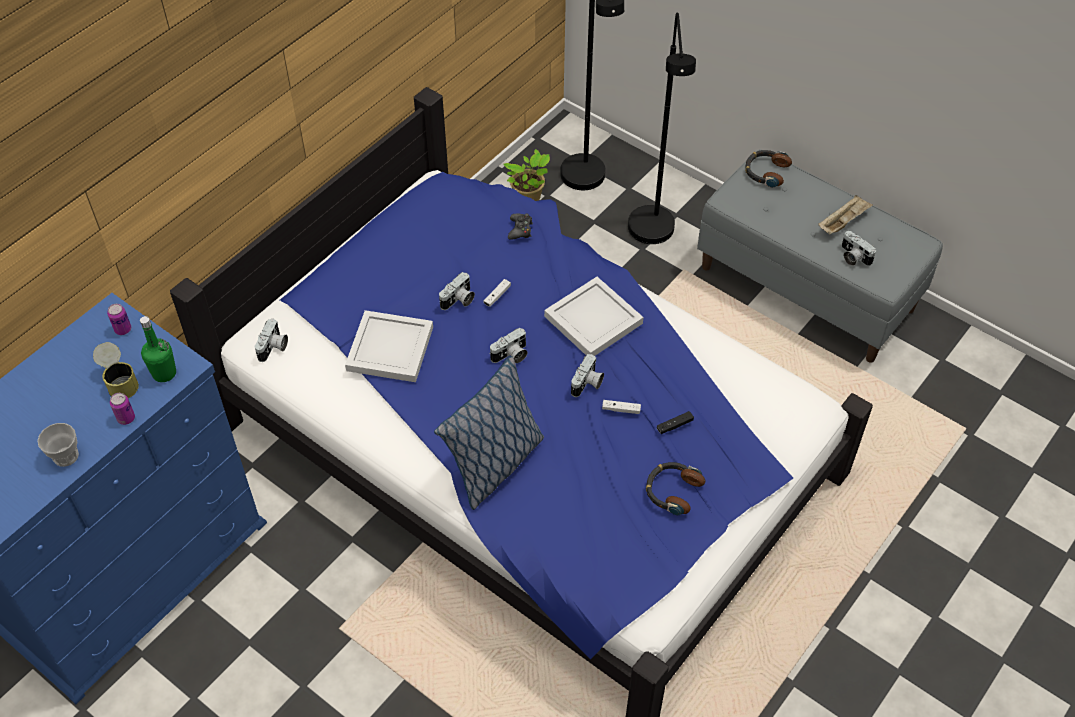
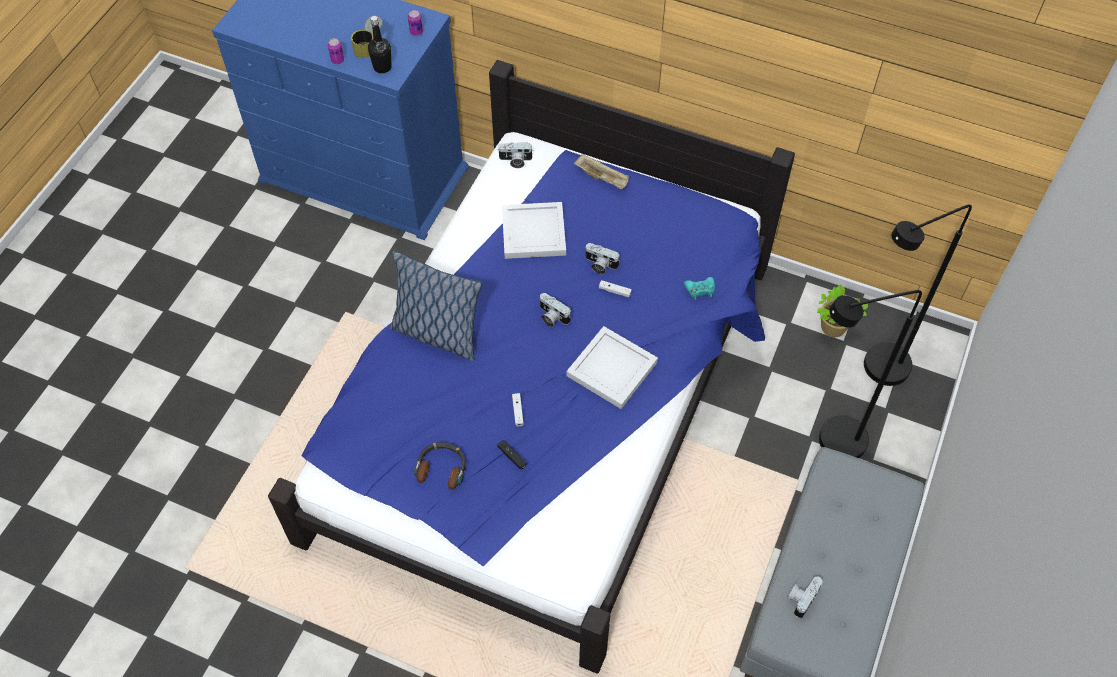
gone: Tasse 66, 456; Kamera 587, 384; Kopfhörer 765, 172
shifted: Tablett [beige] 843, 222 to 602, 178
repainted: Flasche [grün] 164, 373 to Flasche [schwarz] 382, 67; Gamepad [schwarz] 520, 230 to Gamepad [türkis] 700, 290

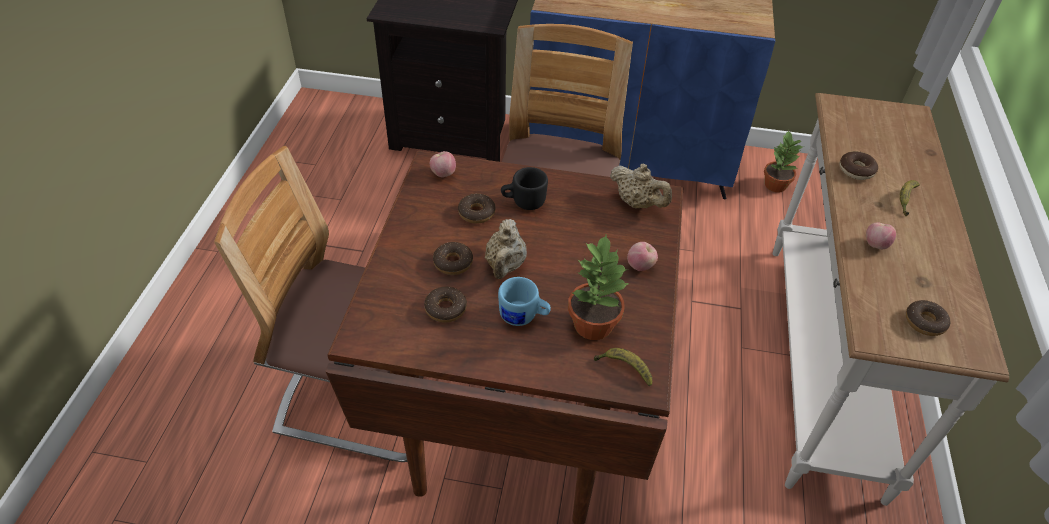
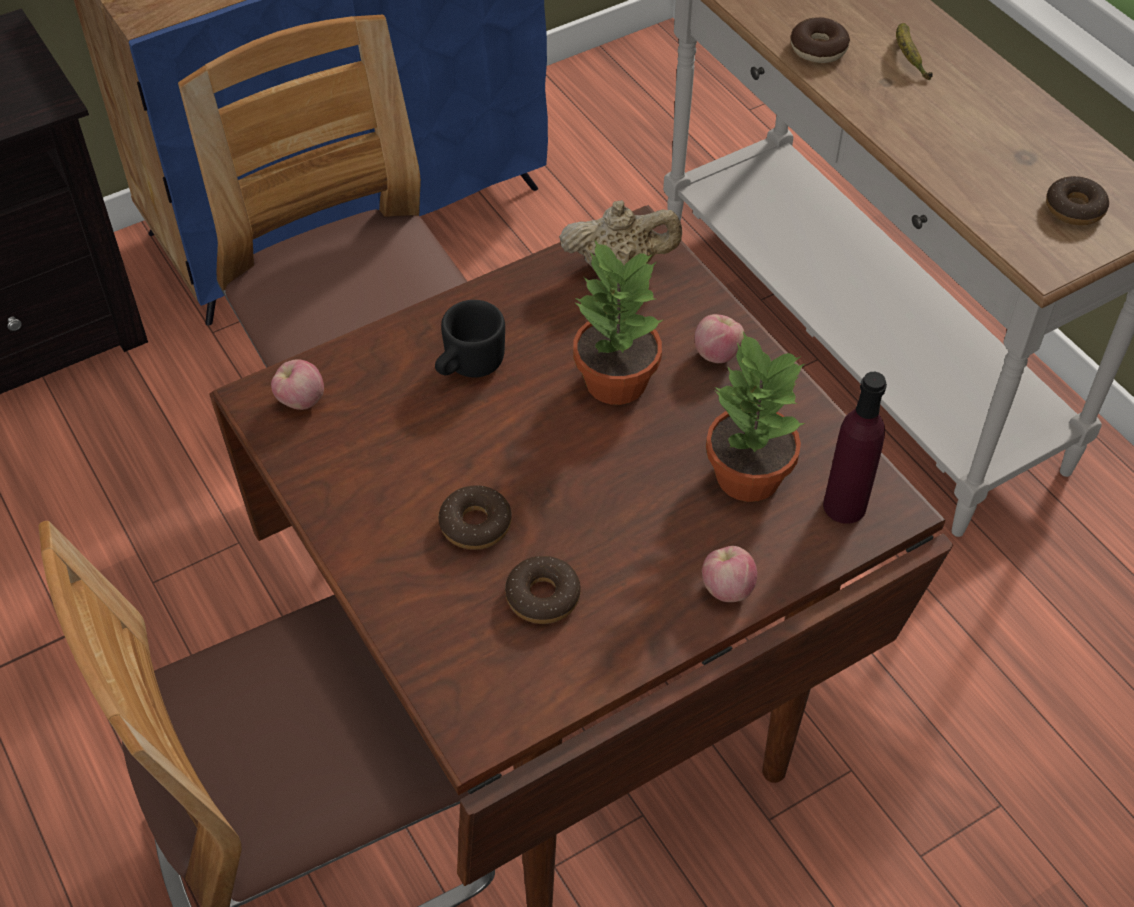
gone: Donut 476, 213; Teekanne [beige] 505, 266; Henkelbecher [blau] 523, 317
shifted: Topfpflanze 775, 185 to 614, 381; Apfel 875, 244 to 726, 588
swapped: Banane 624, 369 to Flasche [lila] 844, 506

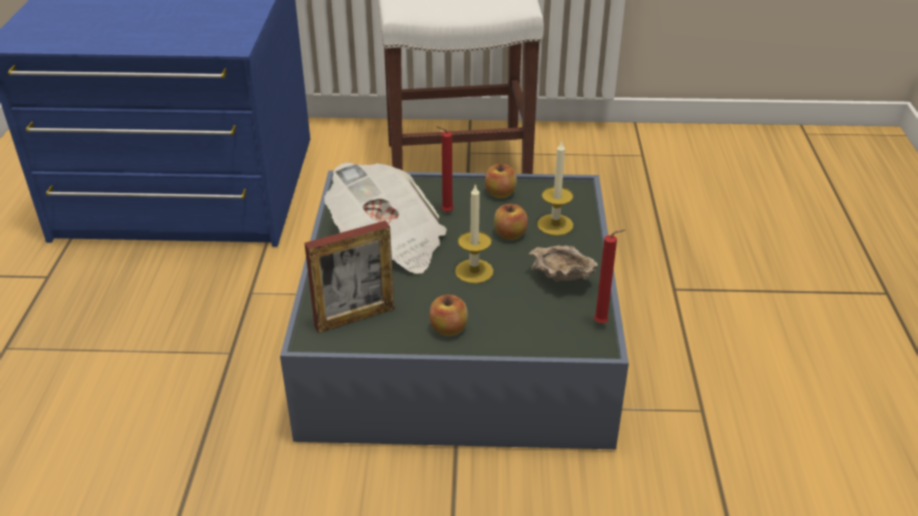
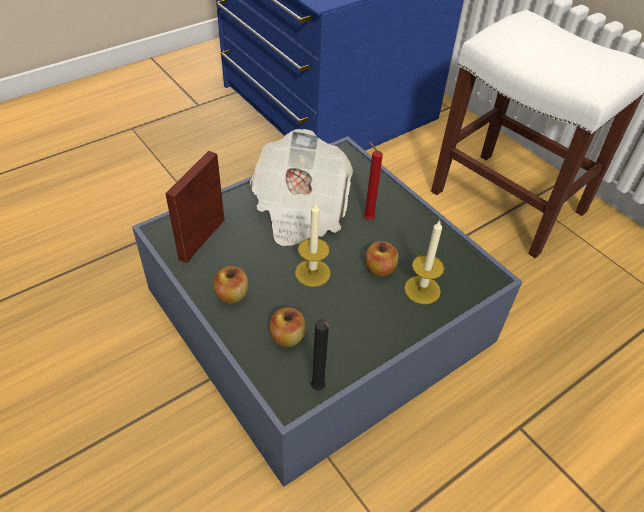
gone: Schüssel [beige] 561, 280
shifted: Apfel 500, 193 to 287, 337
repainted: Kerze [rot] 603, 323 to Kerze [schwarz] 318, 389
rotated: Bilderrahmen 355, 317 = 202, 239 90 degrees clockwise

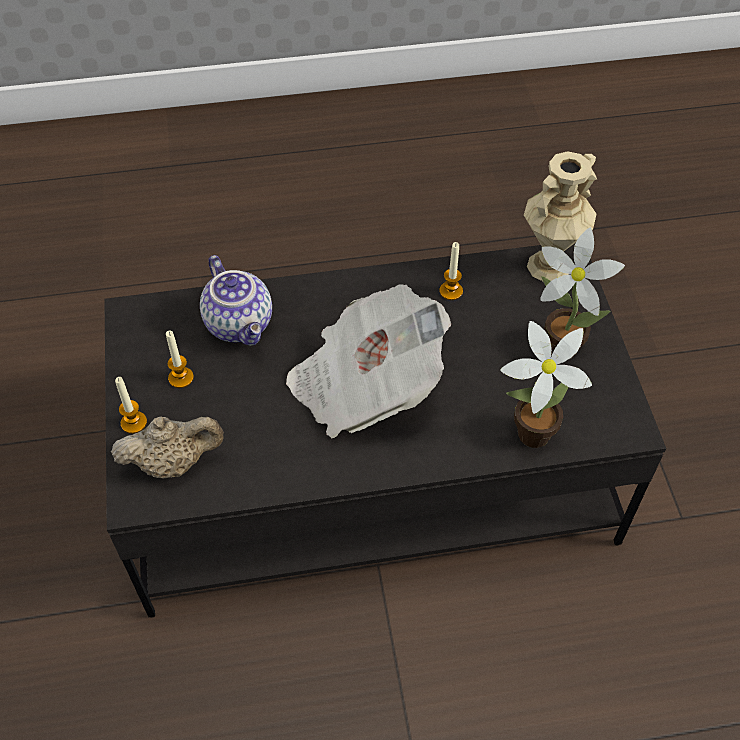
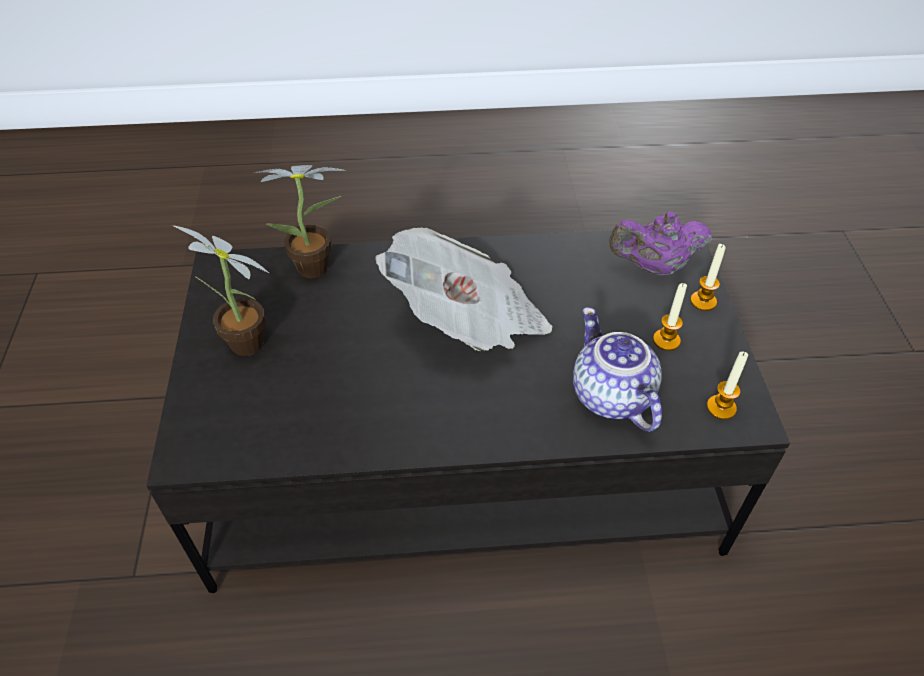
gone: Vase [beige] 549, 266
shifted: Kerze 451, 291 to 721, 407
repainted: Teekanne [beige] 173, 462 to Teekanne [lila] 654, 267

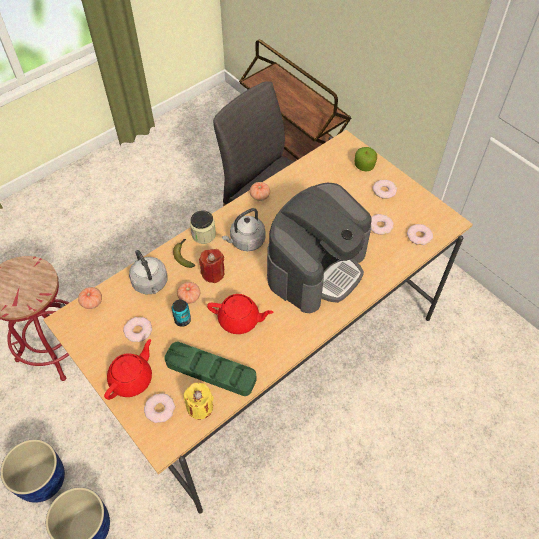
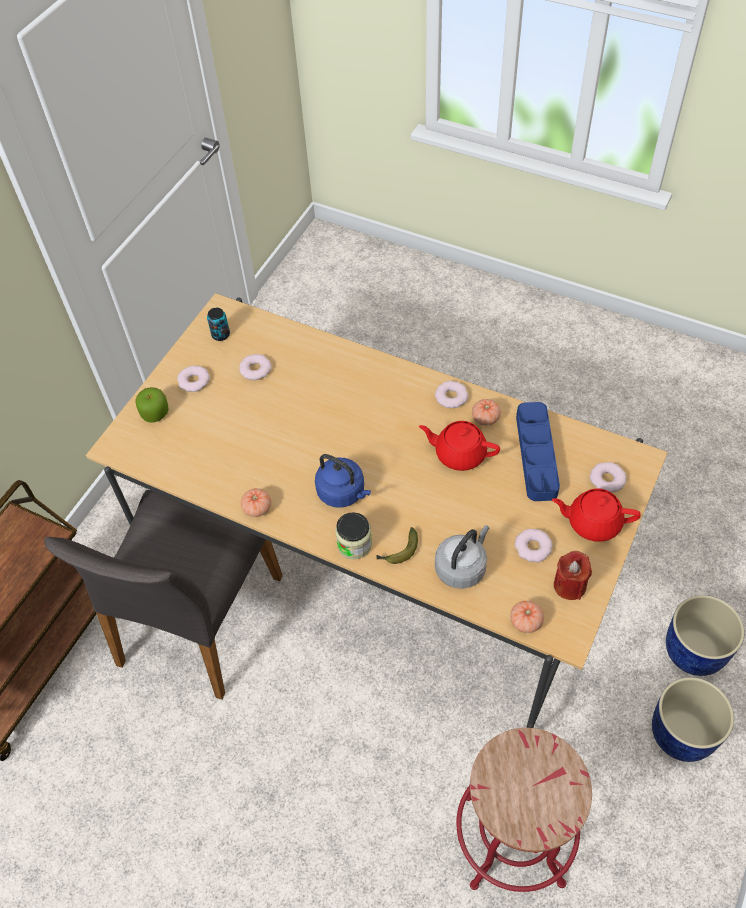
gone: Kerze [gelb] 200, 407; Kaffeemaschine 316, 267
shifted: Dose 182, 320 to 221, 335; Donut 419, 236 to 451, 397; Tomate 189, 297 to 485, 418; Kerze [rot] 213, 273 to 569, 585
repainted: Wasserkessel [grau] 246, 241 to Wasserkessel [blau] 343, 493; Tablett [grün] 210, 371 to Tablett [blau] 536, 454
rotated: Teekanne [rot] 239, 320 = 459, 454 60 degrees counterclockwise

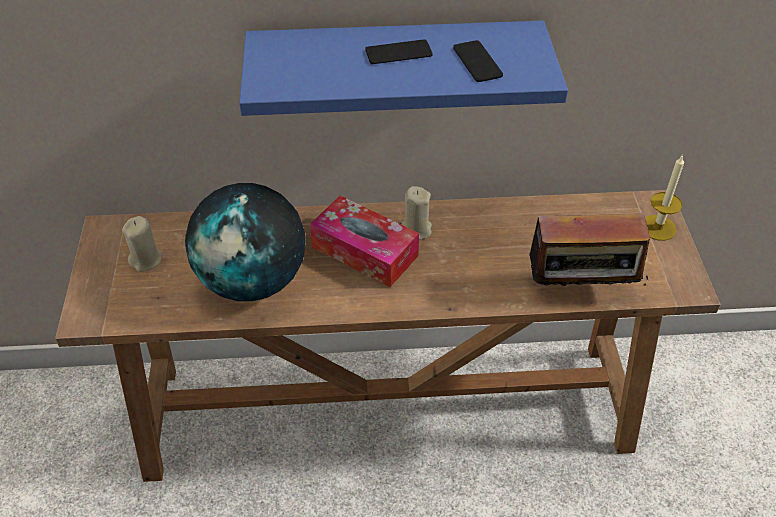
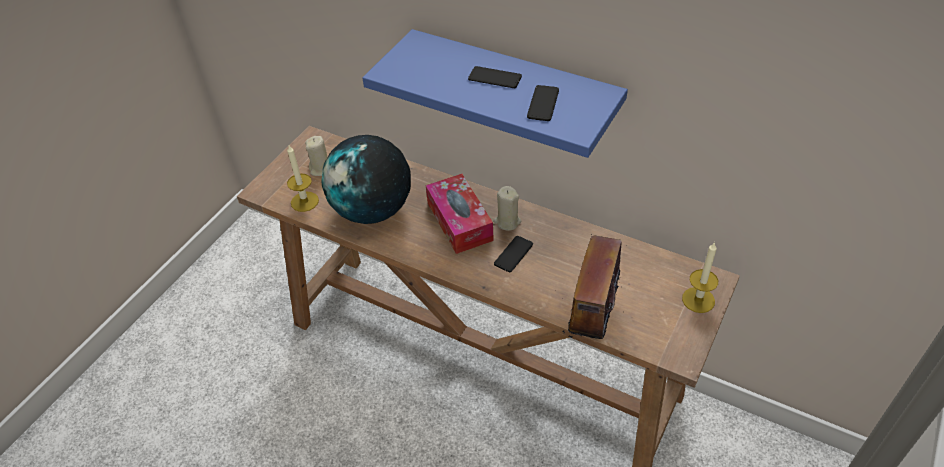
new: Kerze 304, 201; Handy 513, 254
rotated: Radio 580, 290 = 591, 318 75 degrees clockwise

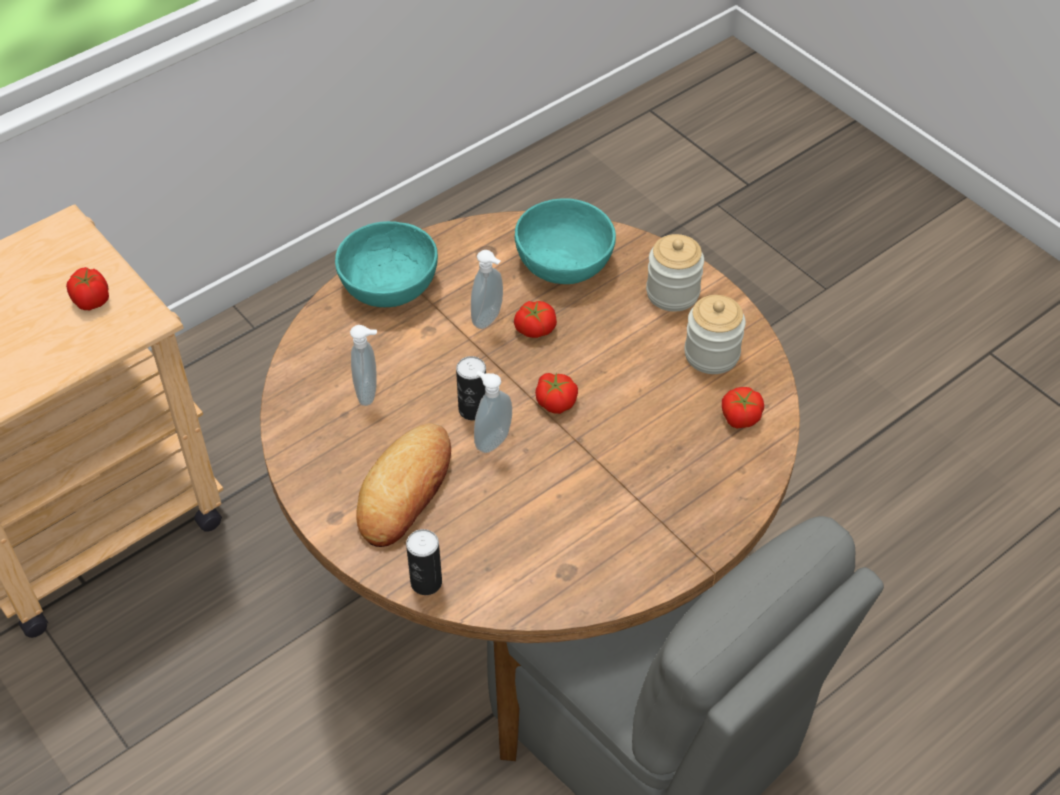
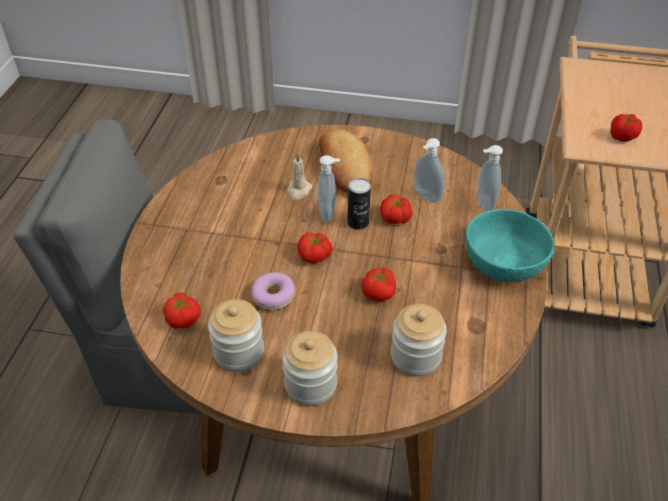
gone: Dose 426, 582
new: Donut 273, 296; Kerze [beige] 298, 191; Tomate 395, 218
shifted: Seifenspender 489, 319 to 483, 203
swapped: Schüssel [türkis] 565, 261 to Vorratsglas 415, 356

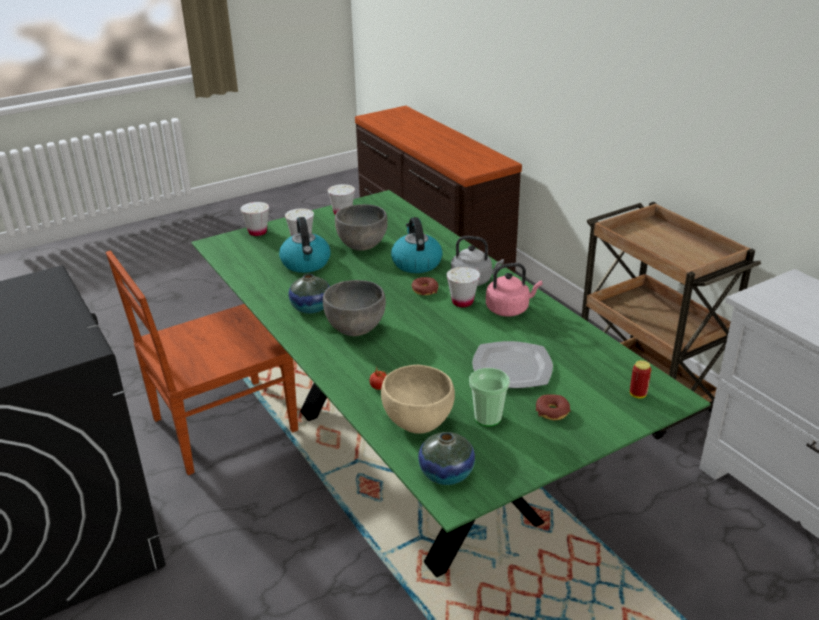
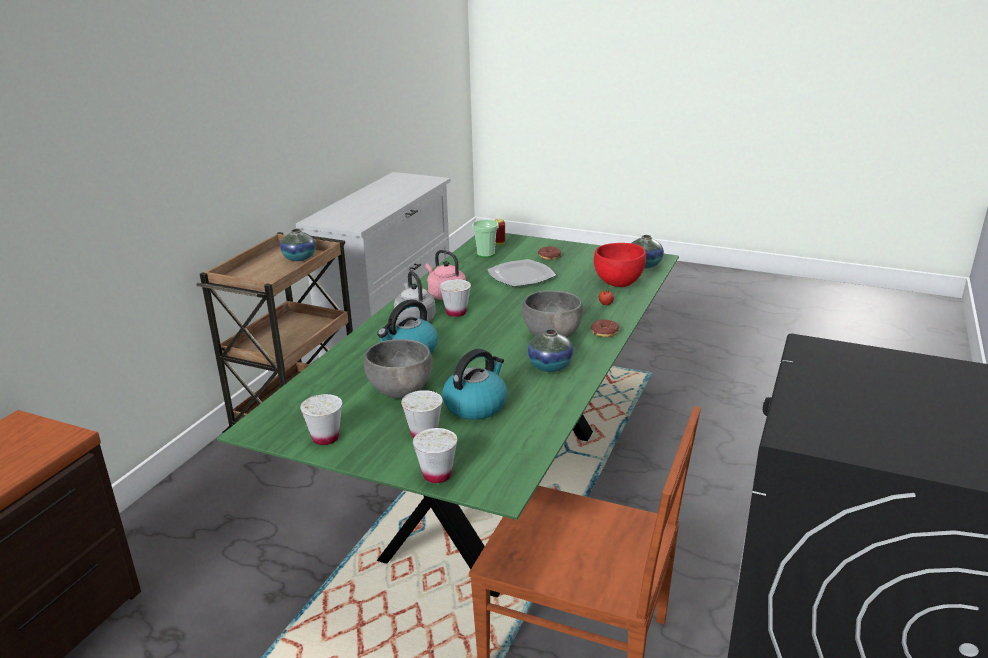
new: Vase 299, 258
shifted: Tasse 487, 418 to 485, 254; Donut 425, 290 to 604, 333
repainted: Schüssel [beige] 418, 423 to Schüssel [rot] 618, 283

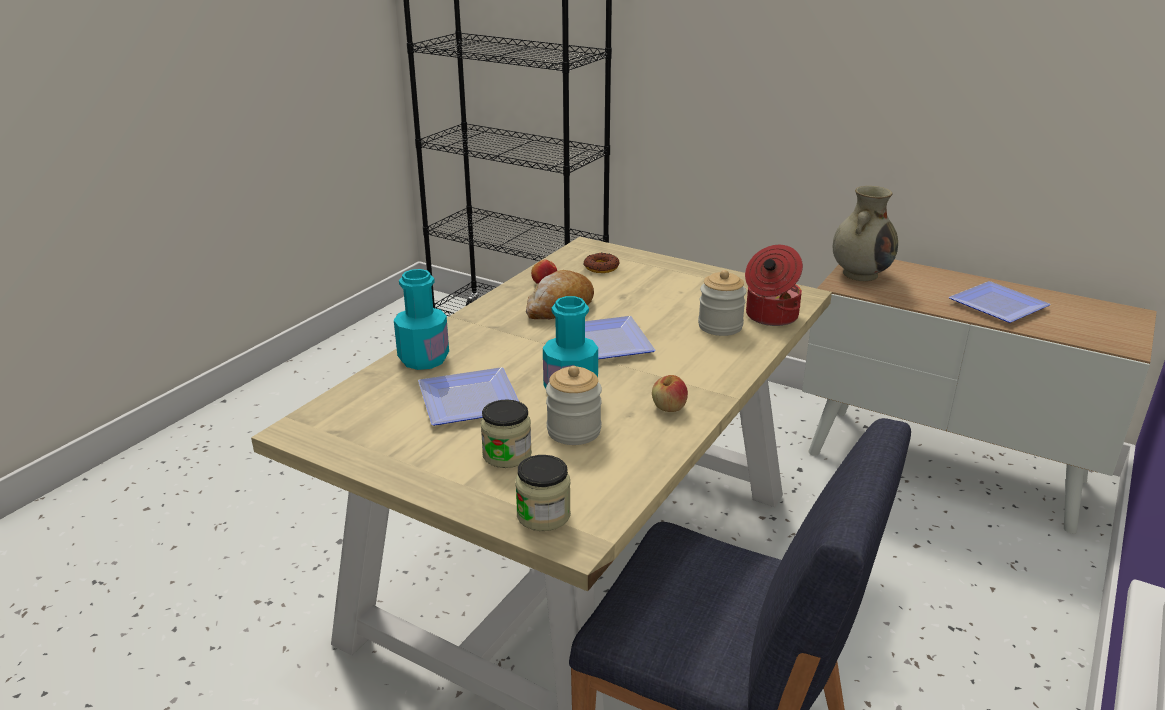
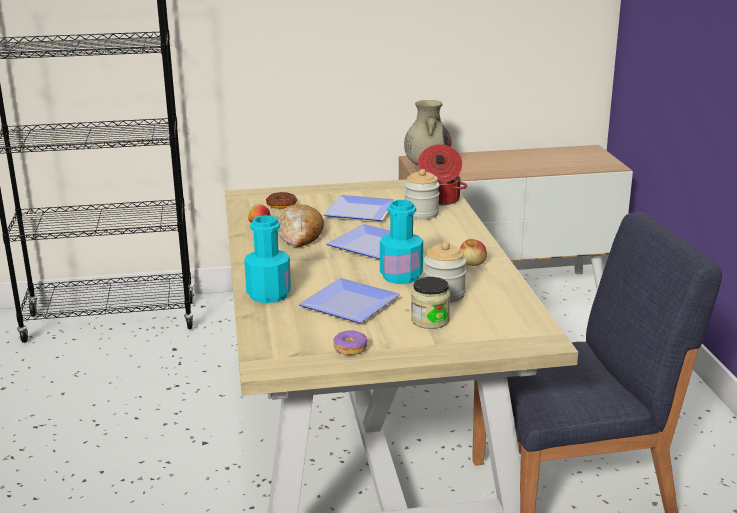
gone: Vorratsglas 543, 515
new: Donut 350, 348
shifted: Teller 1001, 306 to 362, 211

